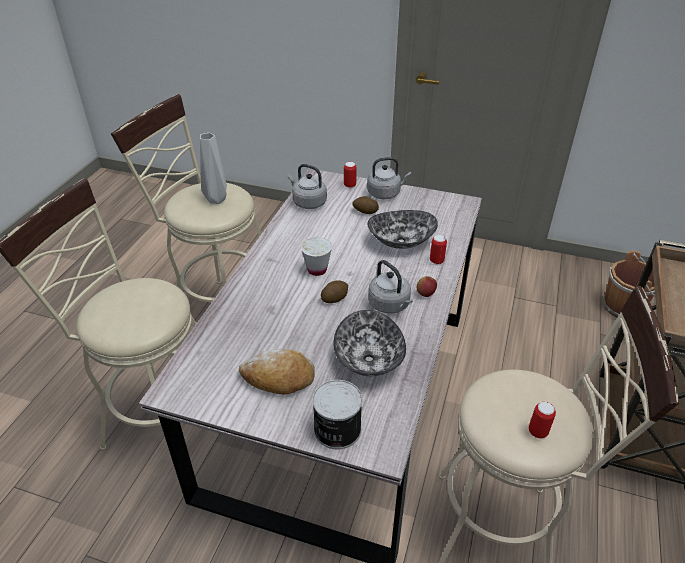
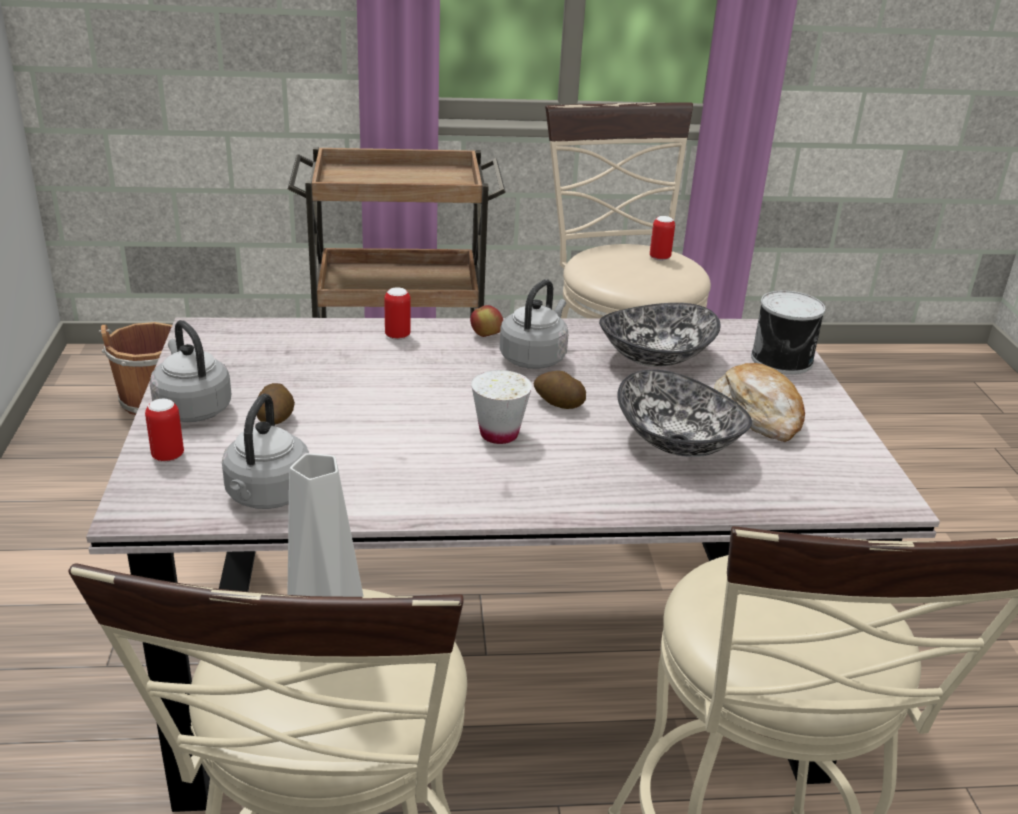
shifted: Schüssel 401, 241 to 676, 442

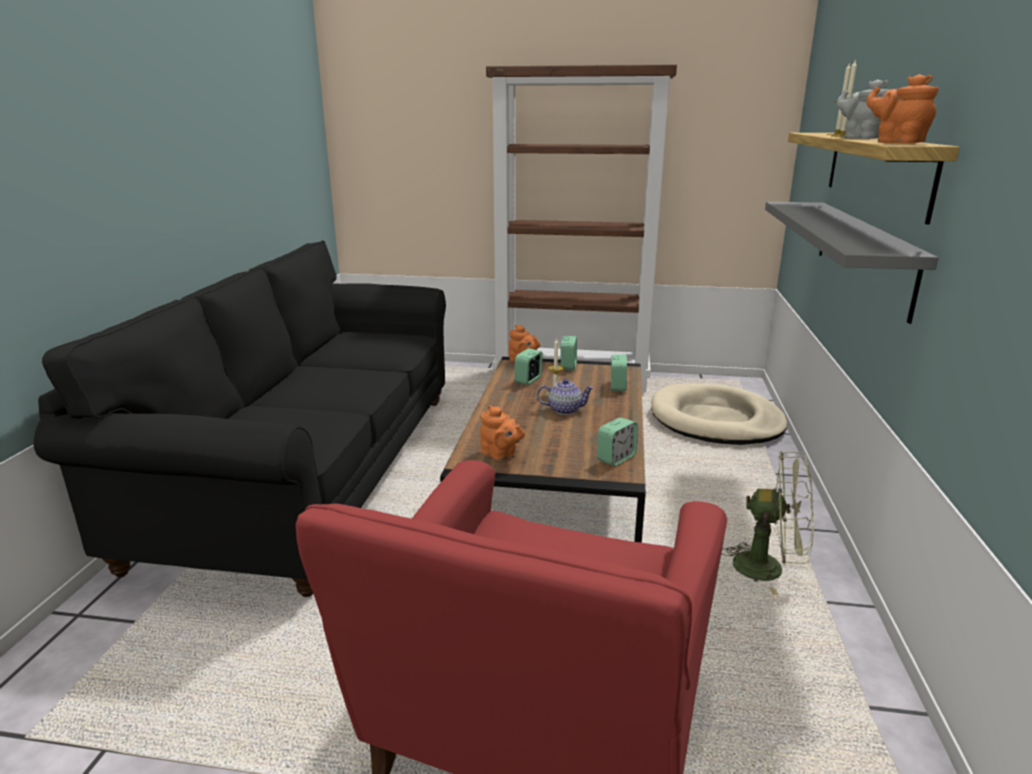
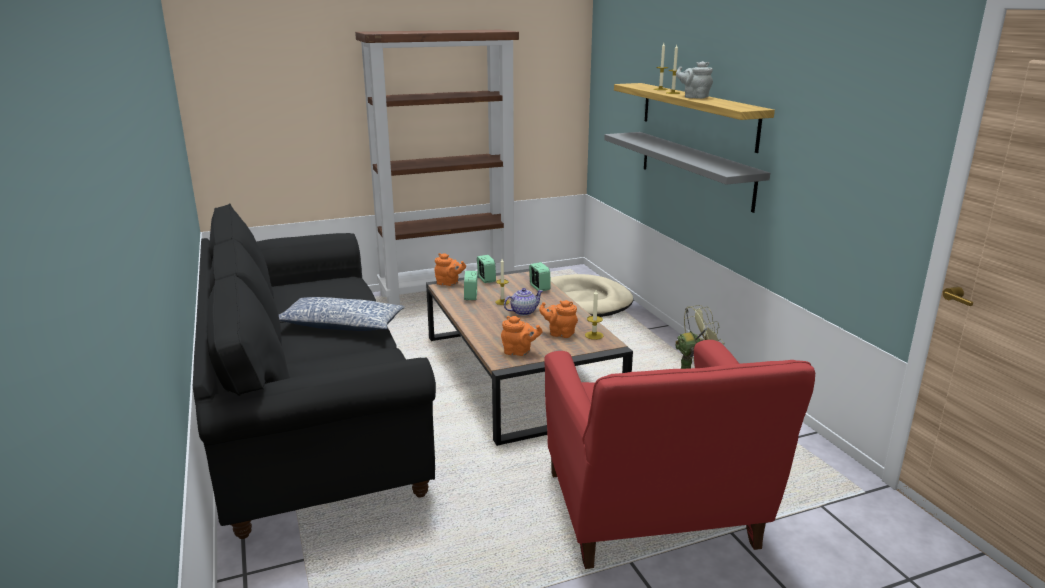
new: Kissen 341, 325
shifted: Teekanne [orange] 896, 142 to 560, 333
swapped: Wecker 616, 458 to Kerze 594, 335

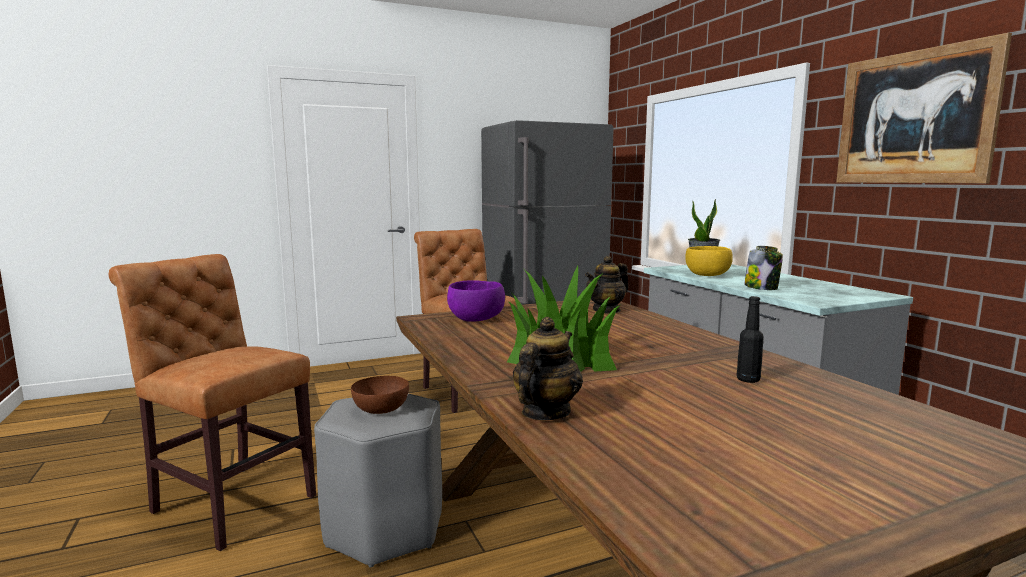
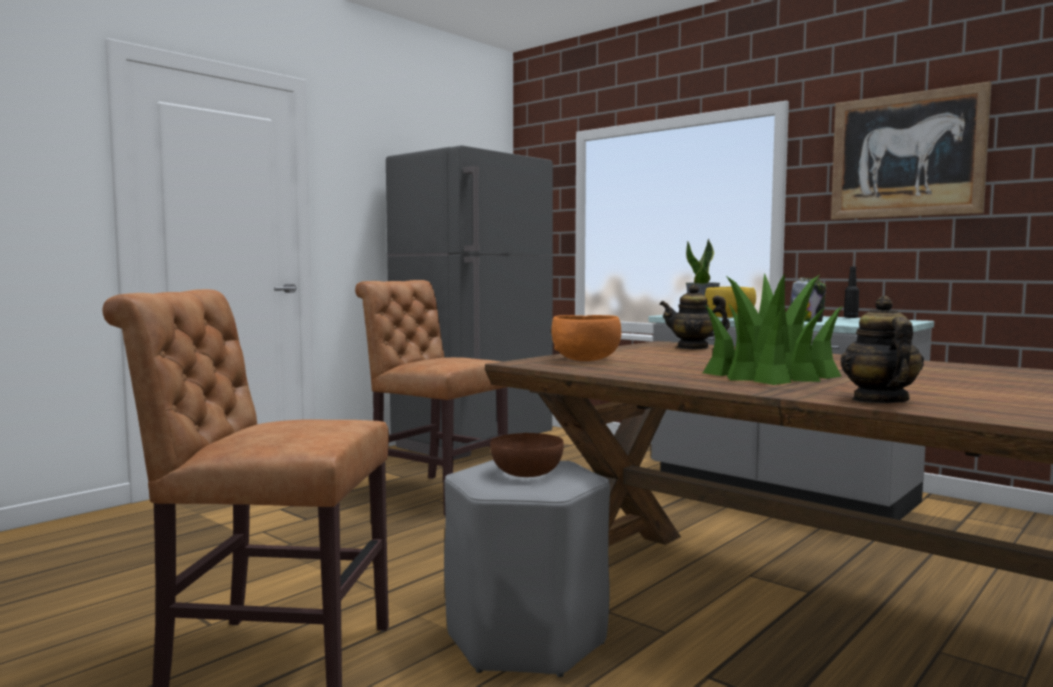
shifted: Flasche [schwarz] 748, 380 to 851, 317
repainted: Schüssel [lila] 477, 319 to Schüssel [orange] 586, 359
rotated: Teekanne 606, 310 = 693, 347 75 degrees clockwise

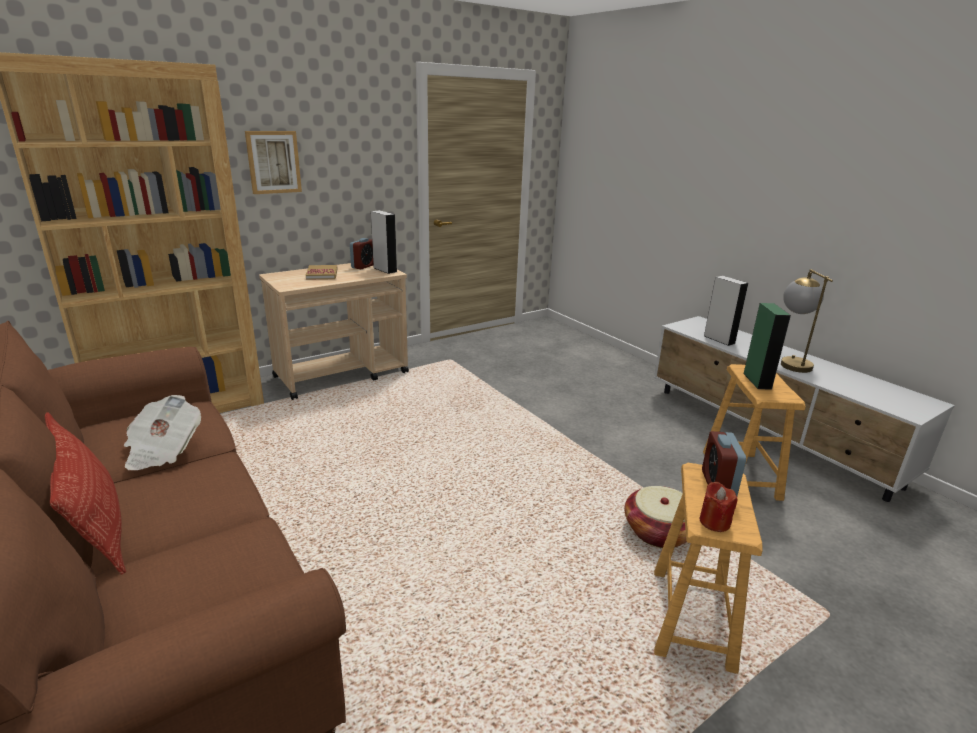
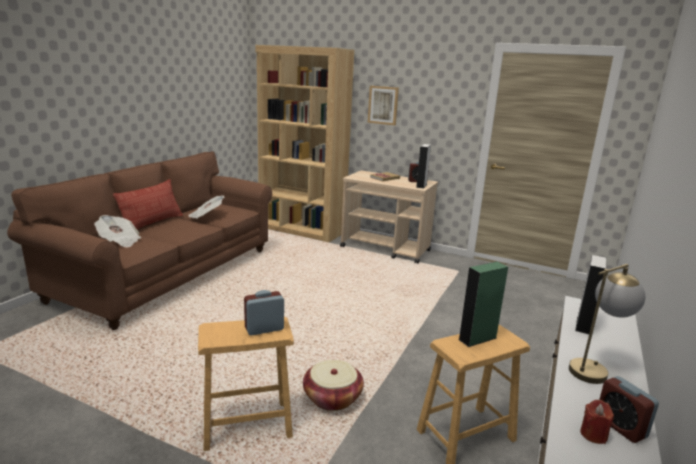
new: Zeitung 119, 241; Wecker 620, 426
shifted: Kerze [rot] 714, 522 to 593, 434

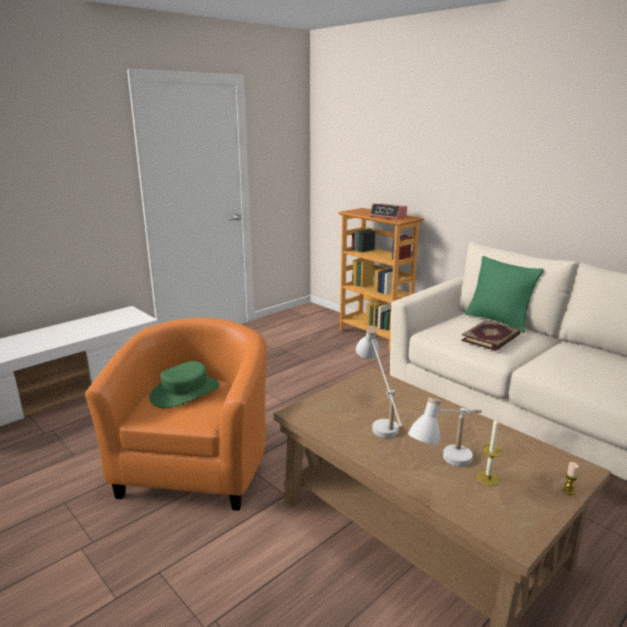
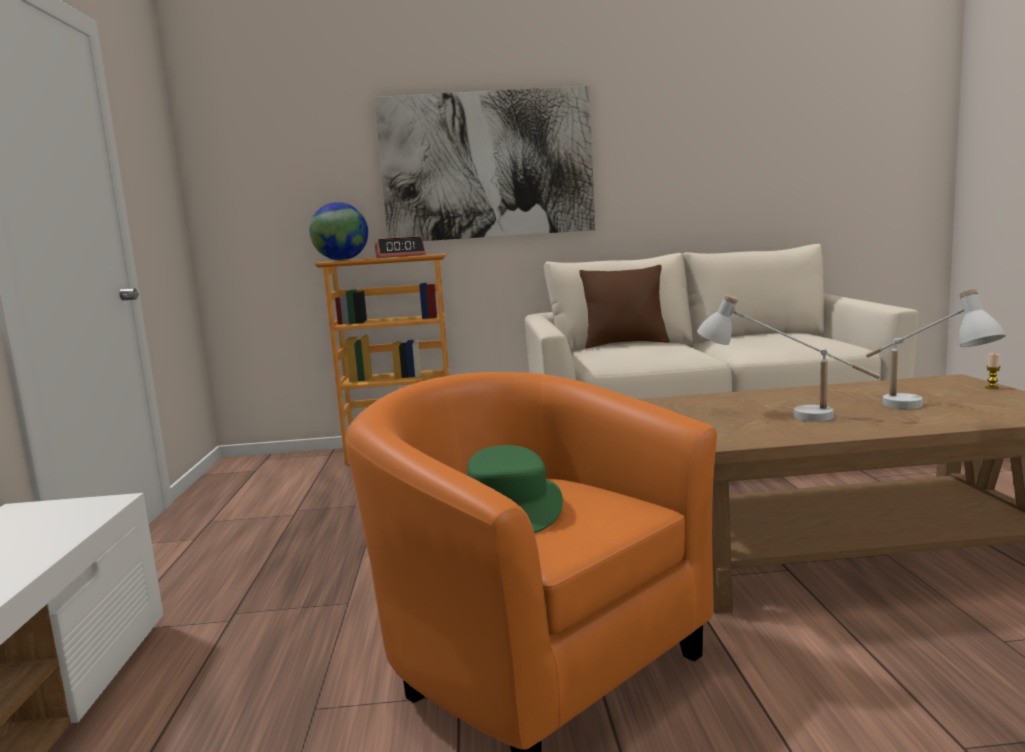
gone: Buch 491, 338; Kerze 488, 478
new: Globus 342, 260; Bild 487, 165
repainted: Kissen [grün] 498, 321 to Kissen [braun] 625, 344

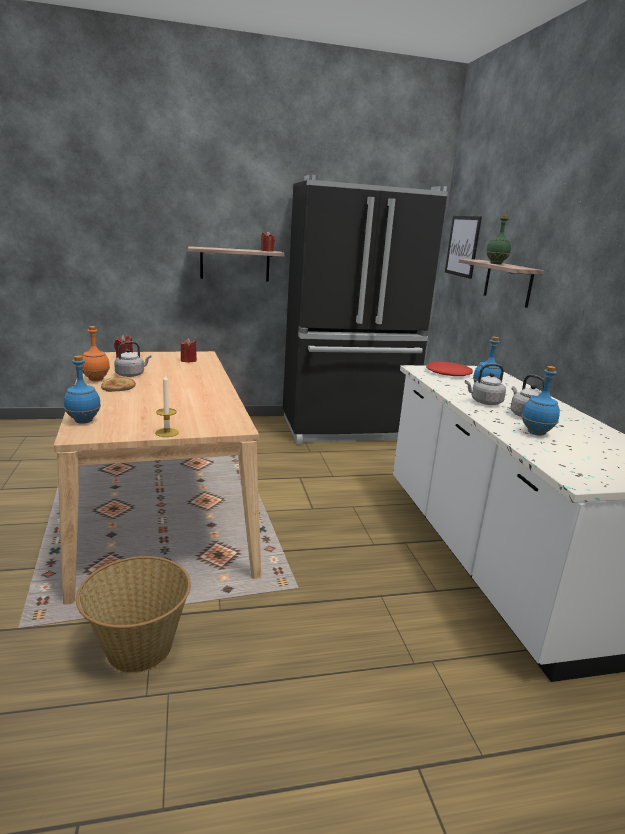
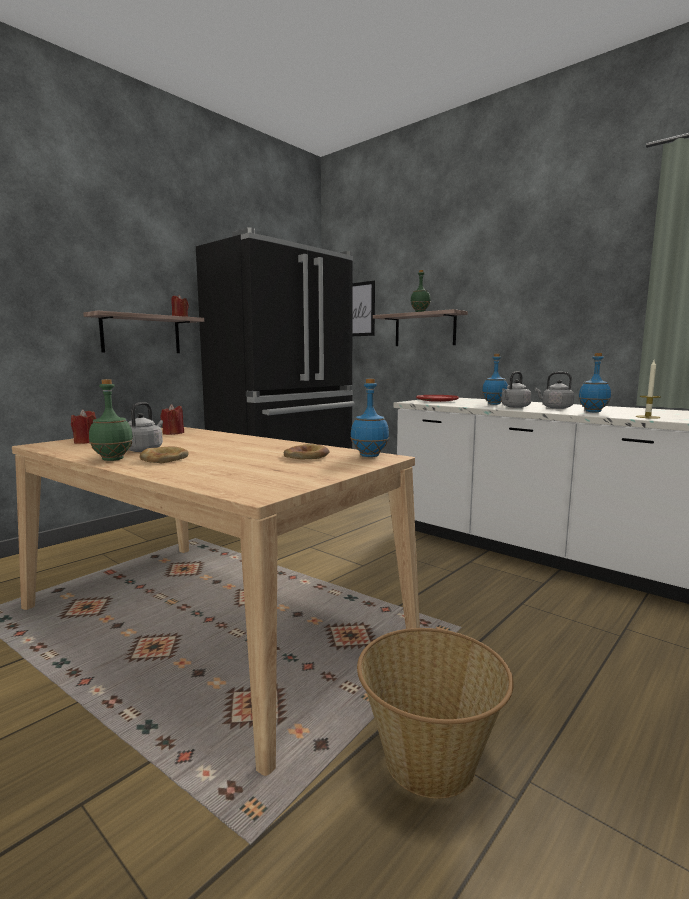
new: Brot 307, 456
shifted: Flasche [blau] 83, 421 to 369, 456; Kerze 167, 432 to 647, 417
repainted: Flasche [orange] 95, 380 to Flasche [grün] 112, 459

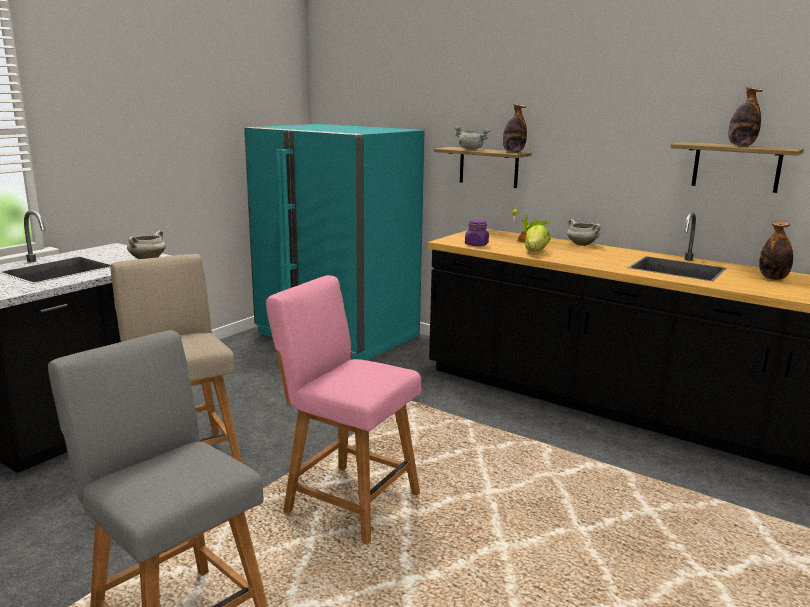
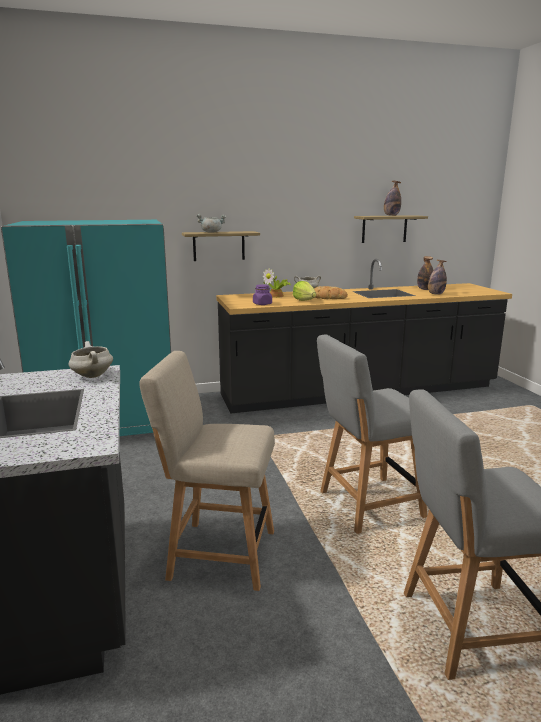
new: Brot 328, 297
shifted: Flasche 513, 152 to 435, 294
repainted: Stuhl [rosa] 347, 501 to Stuhl [grau] 366, 505

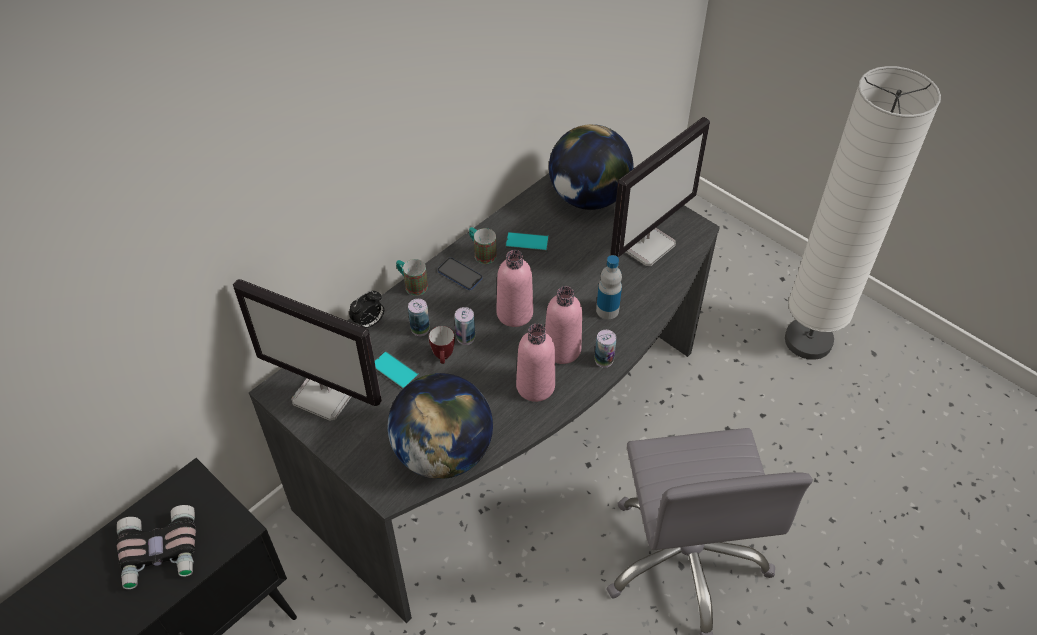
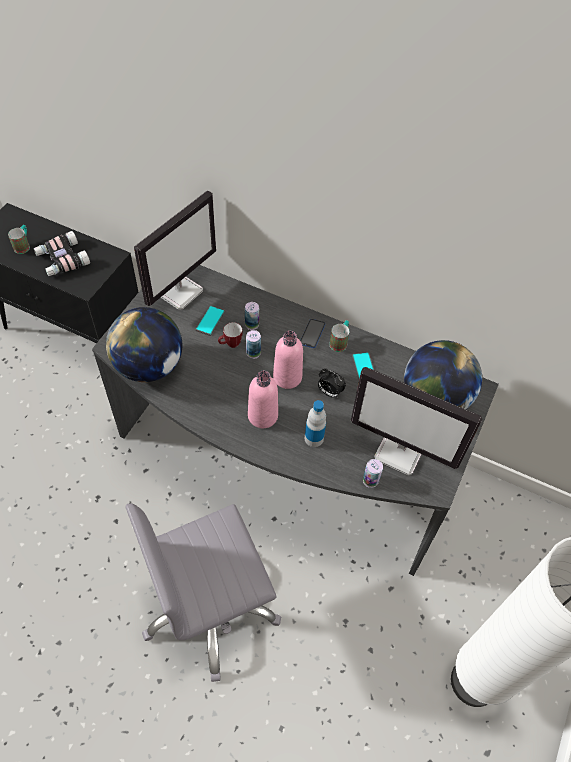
gone: Flasche [rosa] 535, 386
shifted: Henkelbecher 412, 285 to 23, 245; Wecker 369, 323 to 329, 392; Dose 604, 360 to 370, 480
rotated: Monitor 327, 394 = 180, 291 150 degrees counterclockwise

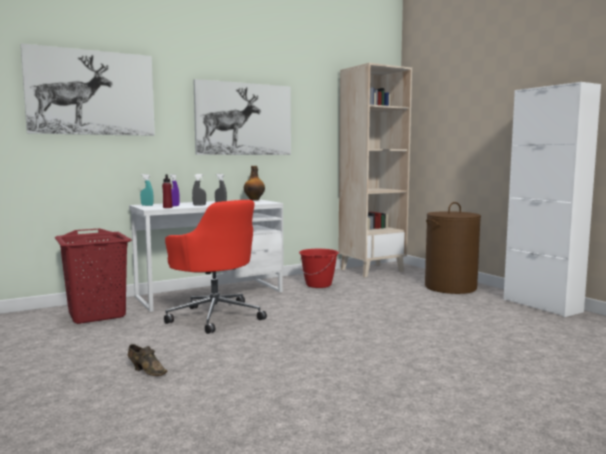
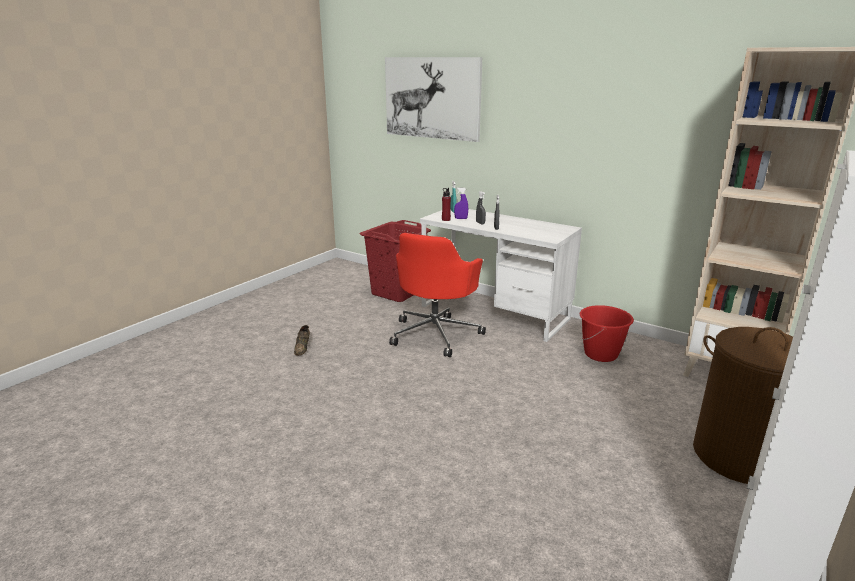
gone: Bild 244, 119; Flasche 254, 200

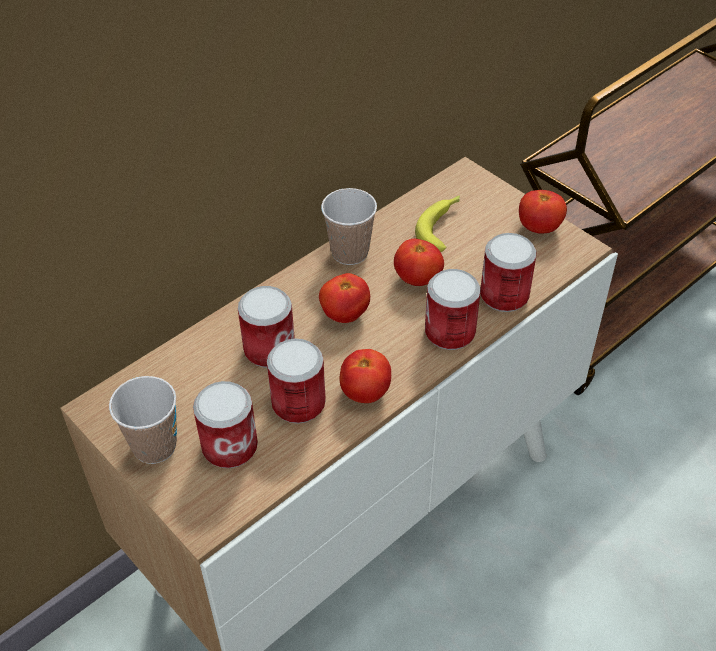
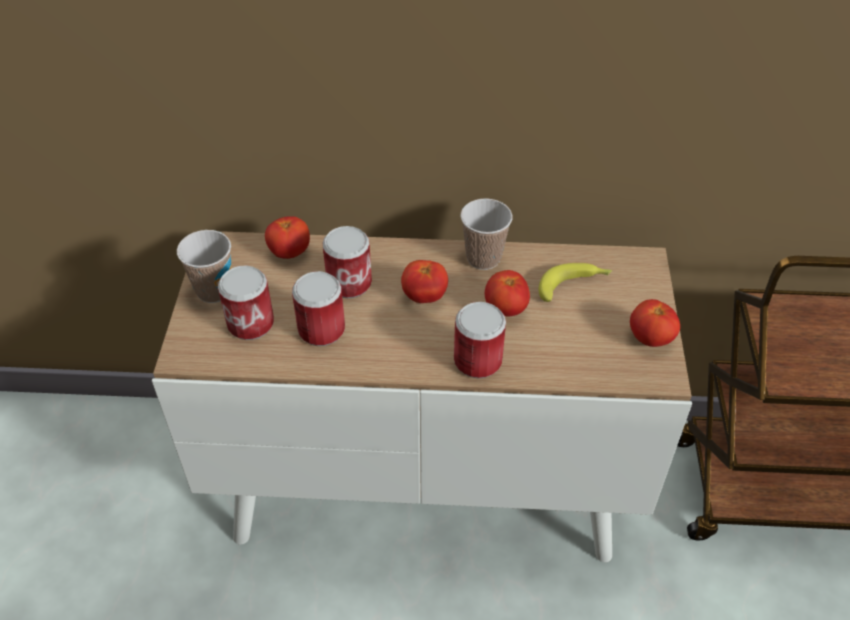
gone: Dose 504, 295
shifted: Tomate 365, 392 to 290, 252

